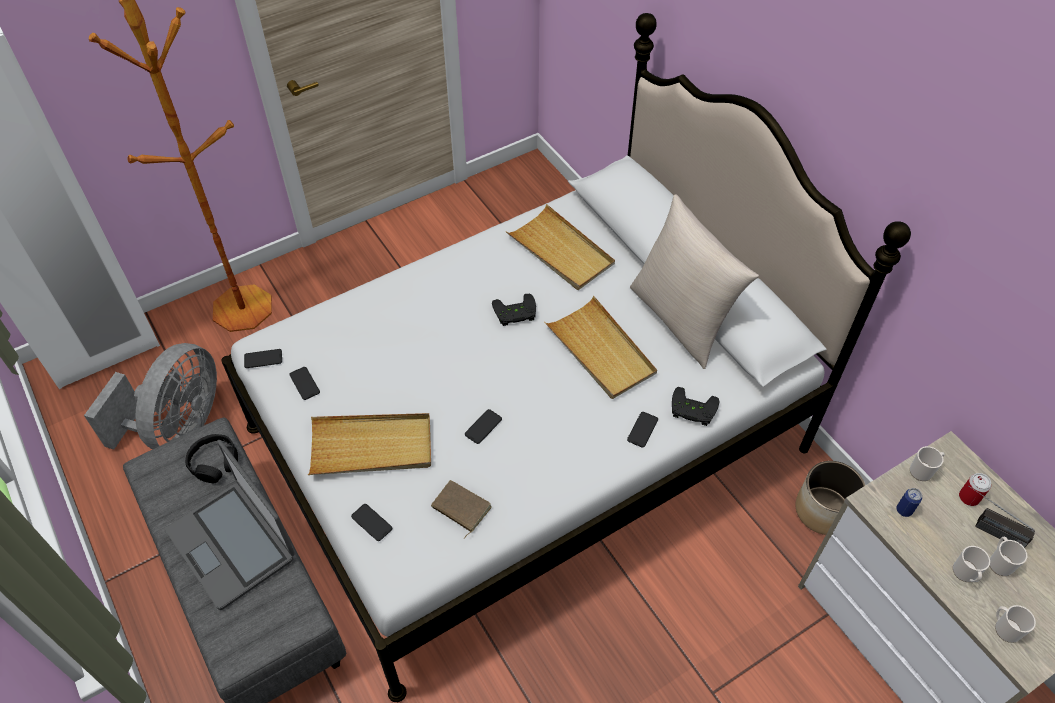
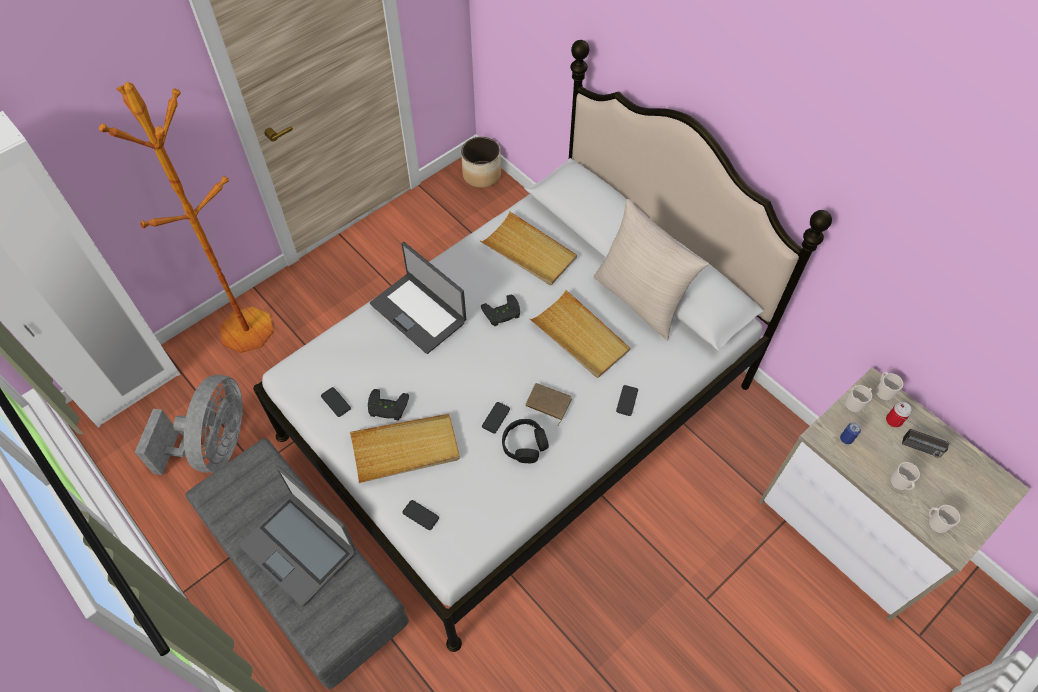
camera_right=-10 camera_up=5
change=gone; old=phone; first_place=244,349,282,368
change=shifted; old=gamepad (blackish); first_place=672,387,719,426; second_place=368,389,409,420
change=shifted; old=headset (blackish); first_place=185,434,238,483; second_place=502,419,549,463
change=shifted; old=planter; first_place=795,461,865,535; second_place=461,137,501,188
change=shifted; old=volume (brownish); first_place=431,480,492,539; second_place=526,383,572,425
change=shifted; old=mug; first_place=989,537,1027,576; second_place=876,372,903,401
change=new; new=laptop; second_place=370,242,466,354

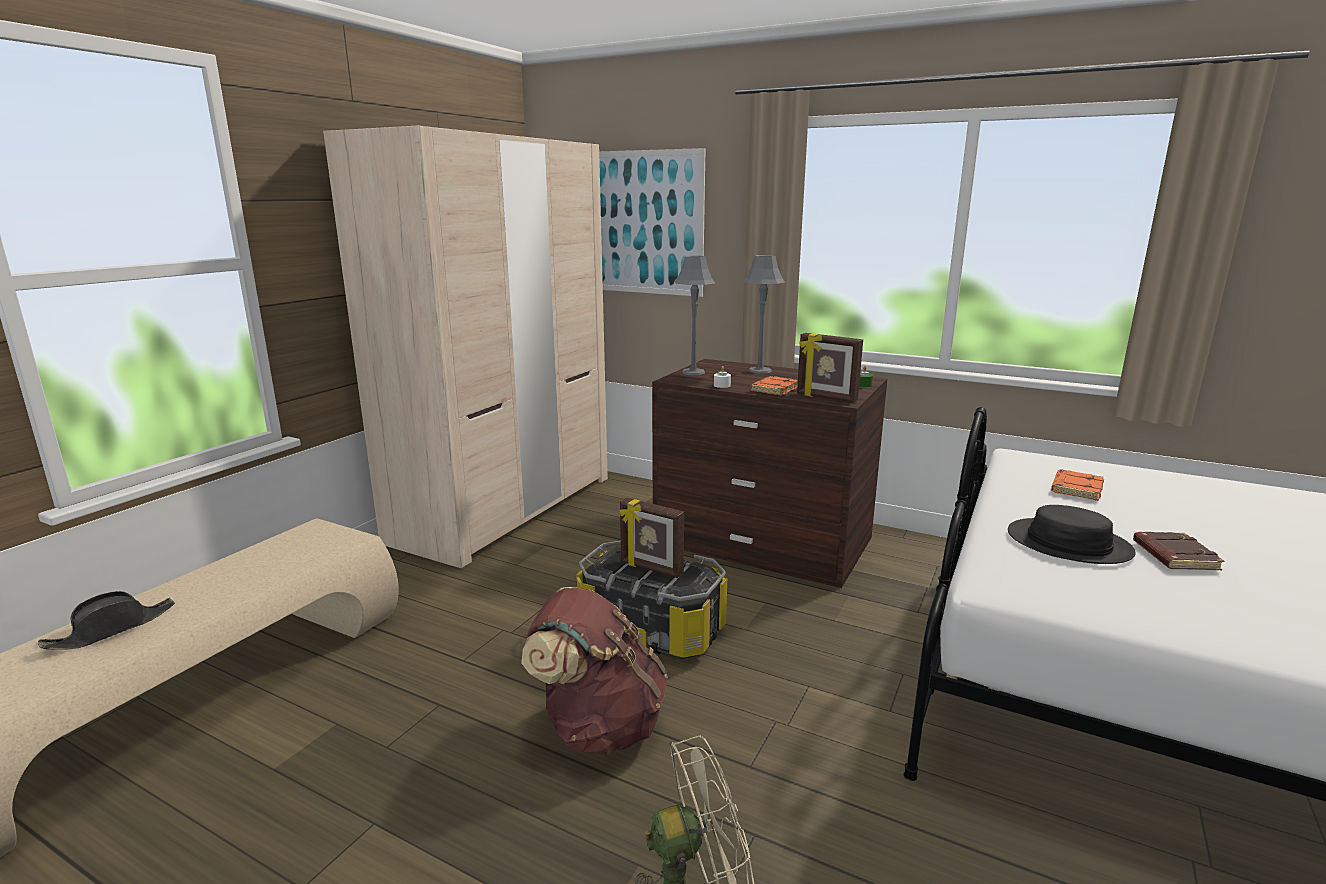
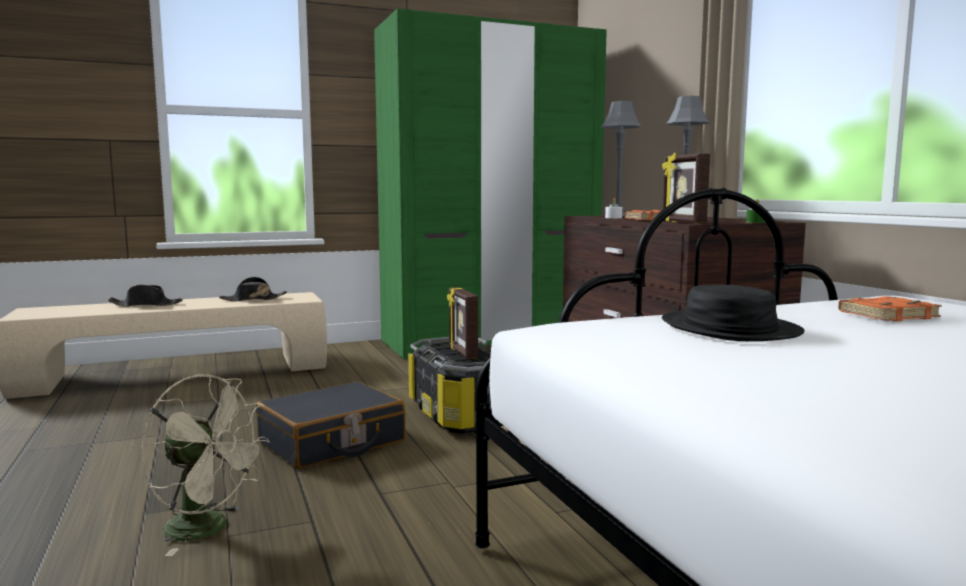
camera_right=40 camera_up=-10
change=repainted; old=clothes cupboard (beige-coloured); new=clothes cupboard (green-coloured); first_place=323,126,608,568; second_place=374,8,607,359
change=gone; old=wall picture; first_place=599,148,706,297
change=gone; old=volume (brownish); first_place=1133,532,1224,570
change=swapped; old=knapsack (brownish); new=travel case (blackish); first_place=521,587,668,755; second_place=256,382,406,469
change=new; new=wearable hat (blackish); second_place=219,277,287,301

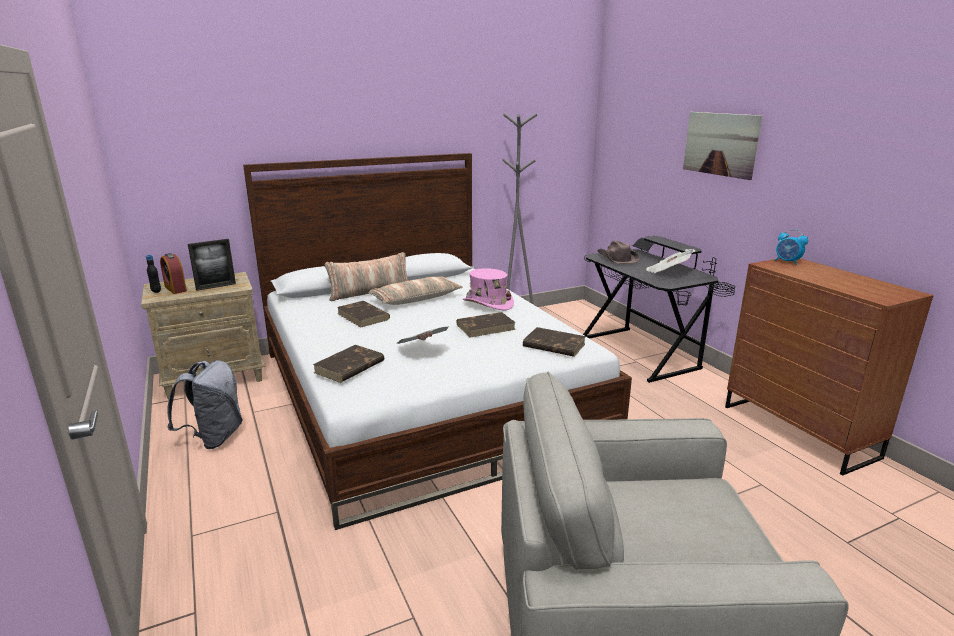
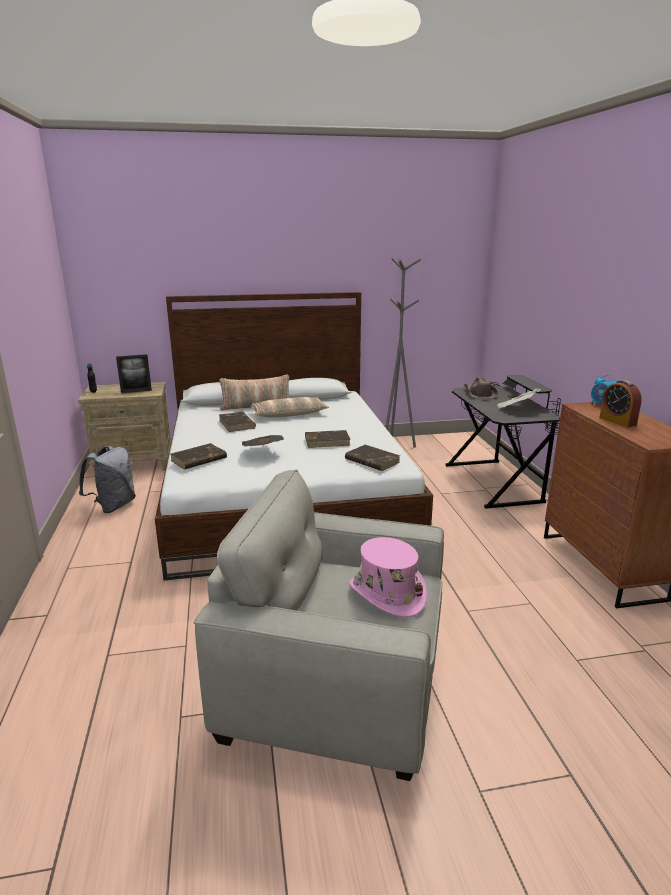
camera_right=15 camera_up=0
change=gone; old=wall picture; first_place=683,112,762,180
change=shifted; old=alarm clock; first_place=160,253,187,294; second_place=600,380,642,427
change=shifted; old=wearable hat (pink-coloured); first_place=463,268,514,310; second_place=349,537,427,617

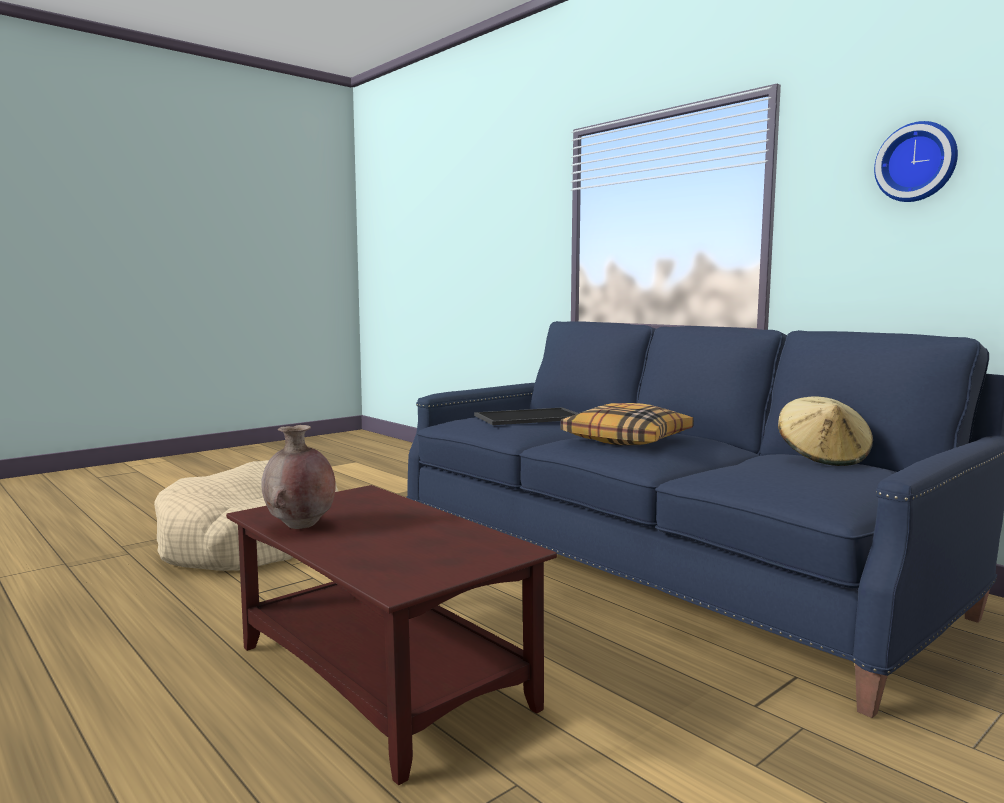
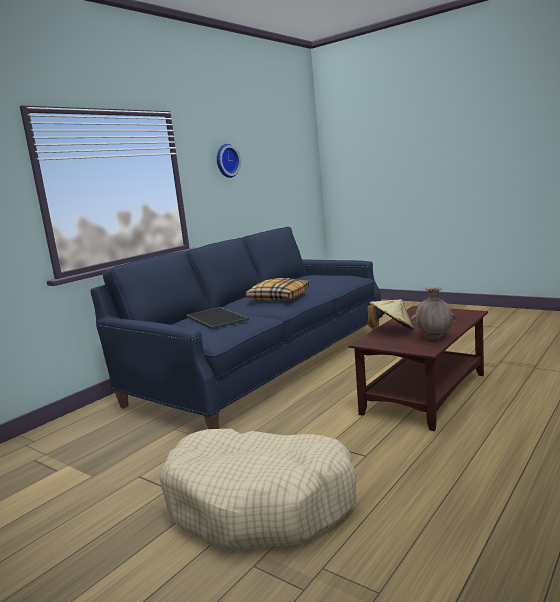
camera_right=-100 camera_up=5
change=shifted; old=wearable hat (beige-coloured); first_place=778,396,873,466; second_place=367,299,414,330

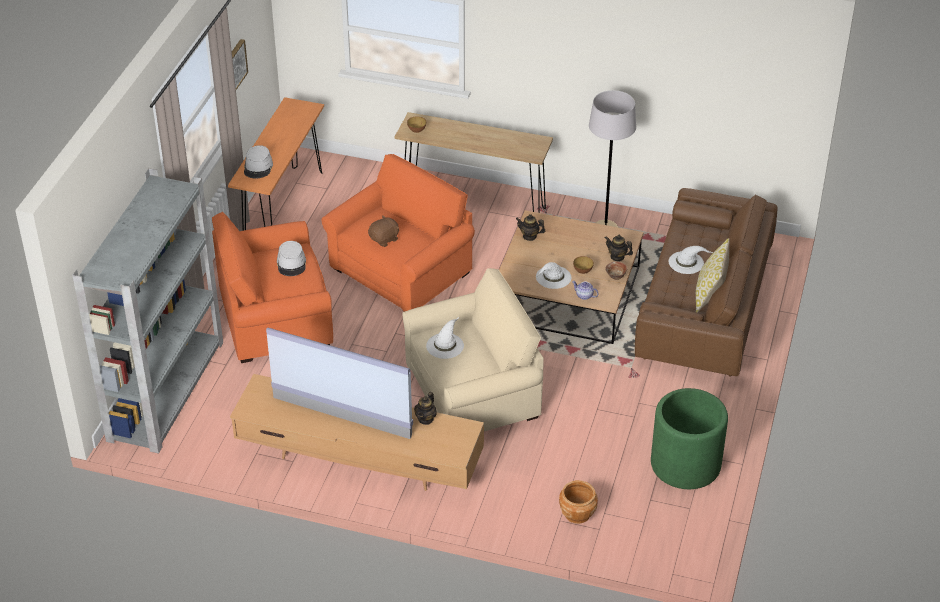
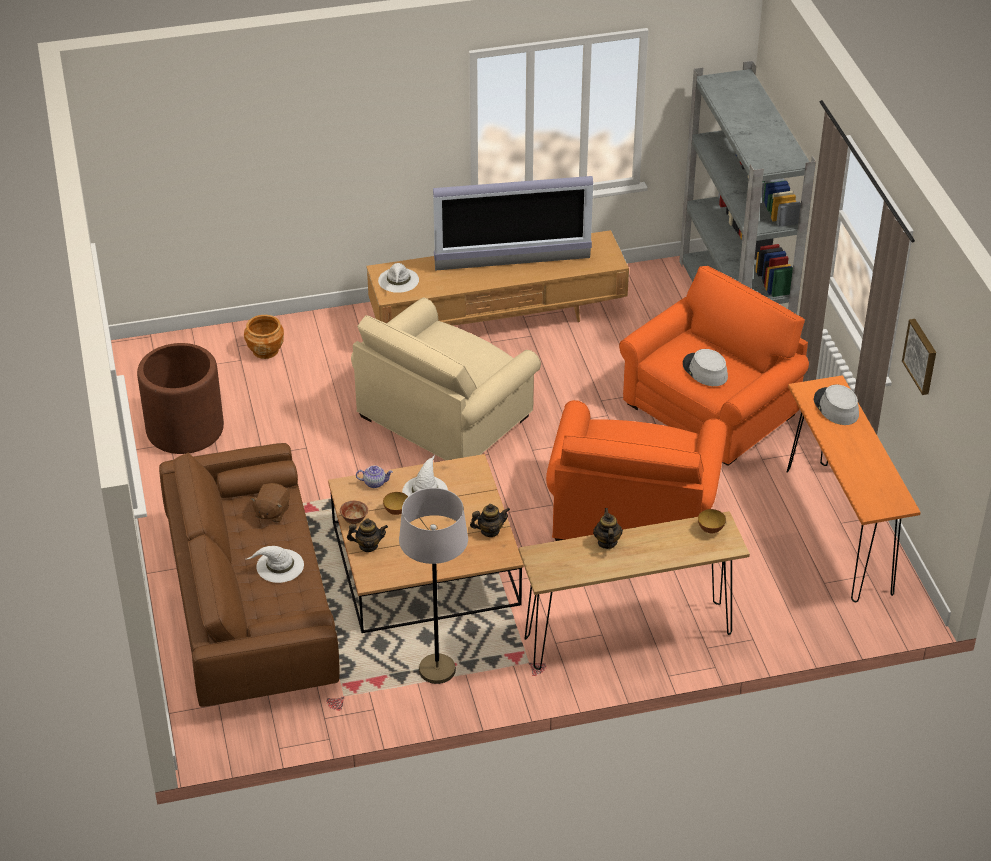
camera_right=150 camera_up=0
change=shifted; old=cuddly toy (brownish); first_place=368,215,399,247; second_place=251,483,290,523
change=gone; old=pillow; first_place=696,238,730,313
change=shifted; old=wearable hat (white-coloured); first_place=426,317,464,359; second_place=378,263,419,293
change=repainted; old=planter (green-coloured); new=planter (brownish); first_place=651,388,728,489; second_place=137,343,224,454
change=shifted; old=teapot; first_place=414,392,437,425; second_place=593,508,623,549

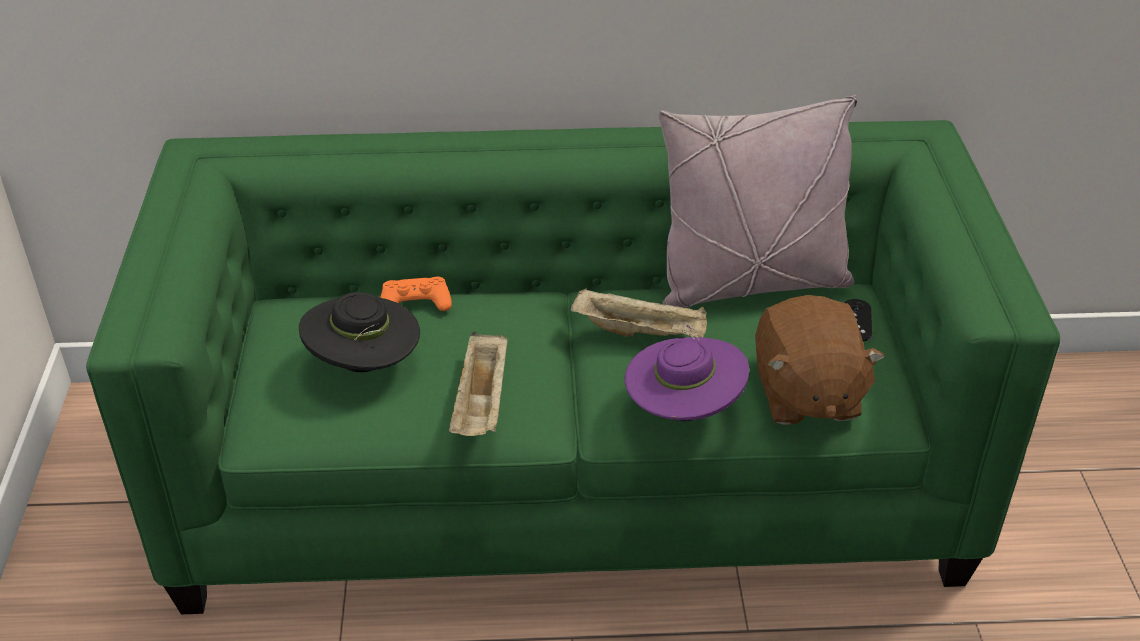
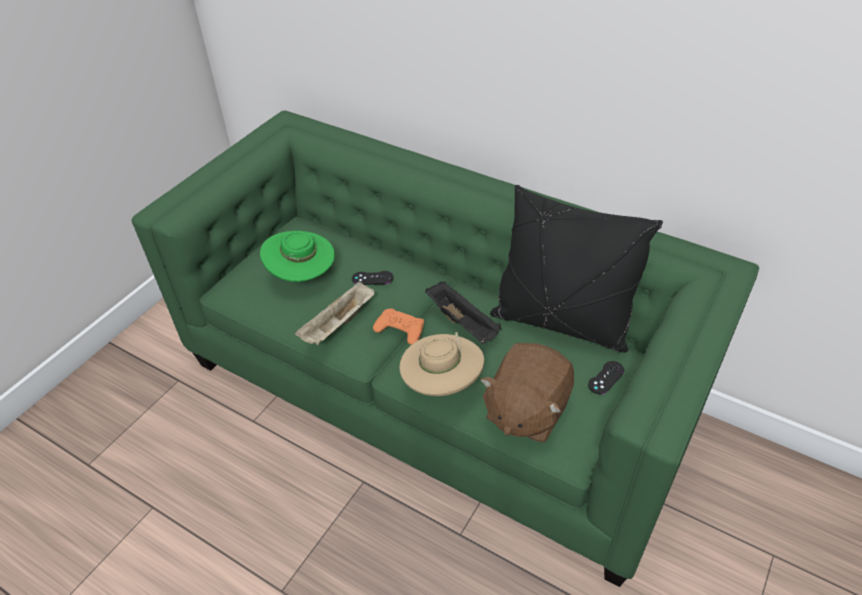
camera_right=35 camera_up=5
change=repainted; old=pillow (purple); new=pillow (blackish); first_place=659,95,857,307; second_place=490,185,663,353
change=shifted; old=gamepad (orange-coloured); first_place=380,277,452,311; second_place=373,308,424,345
change=repainted; old=tray (beige-coloured); new=tray (blackish); first_place=571,288,707,338; second_place=425,282,501,344
change=repainted; old=wearable hat (blackish); new=wearable hat (green-coloured); first_place=299,292,420,373; second_place=260,231,335,282
change=repainted; old=wearable hat (purple); new=wearable hat (beige-coloured); first_place=625,325,749,421; second_place=399,332,484,396
change=new; new=gamepad (blackish); second_place=352,271,394,285

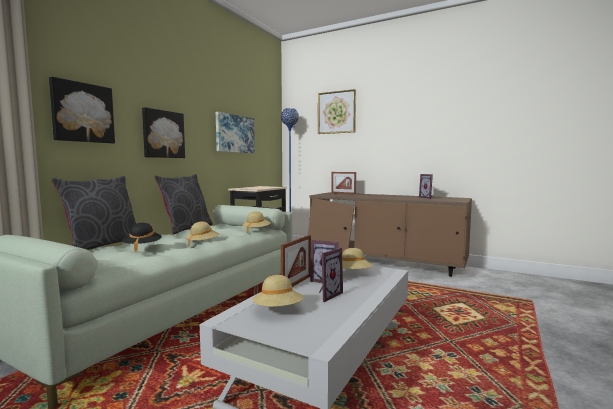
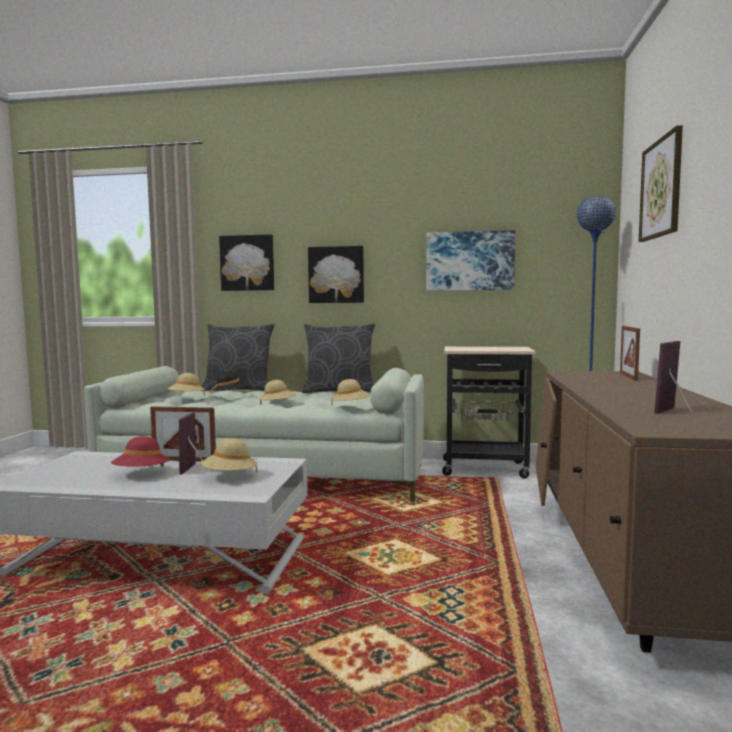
camera_right=70 camera_up=0
change=swapped; old=photo frame; new=wearable hat (red); first_place=319,247,343,302; second_place=111,436,170,467
change=shifted; old=wearable hat (beige-coloured); first_place=252,275,303,307; second_place=167,373,206,396

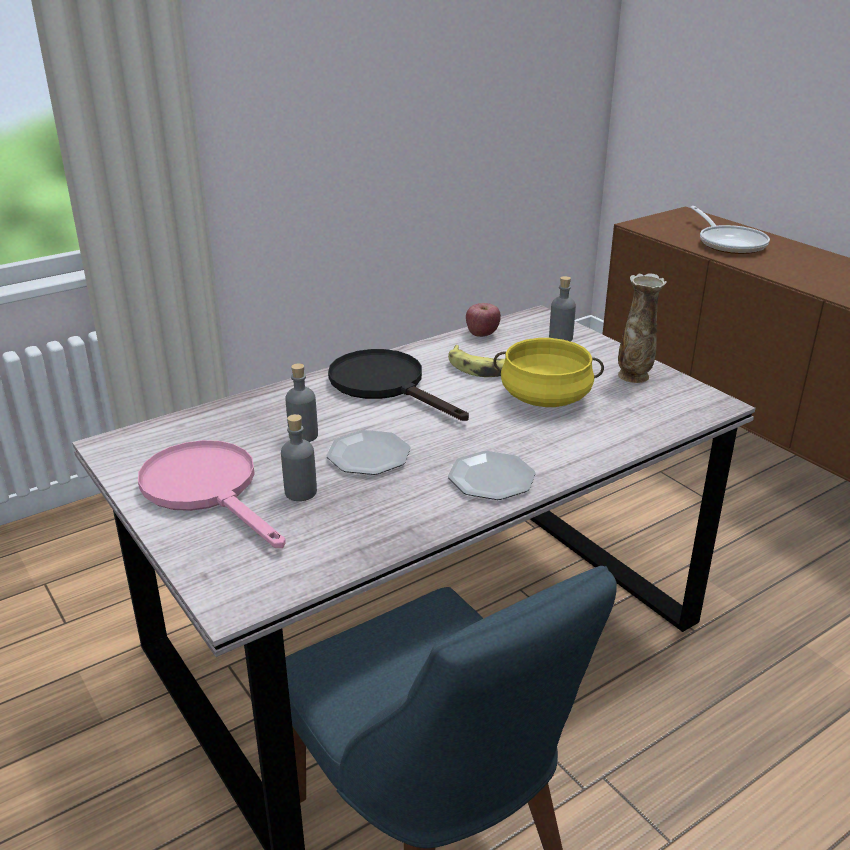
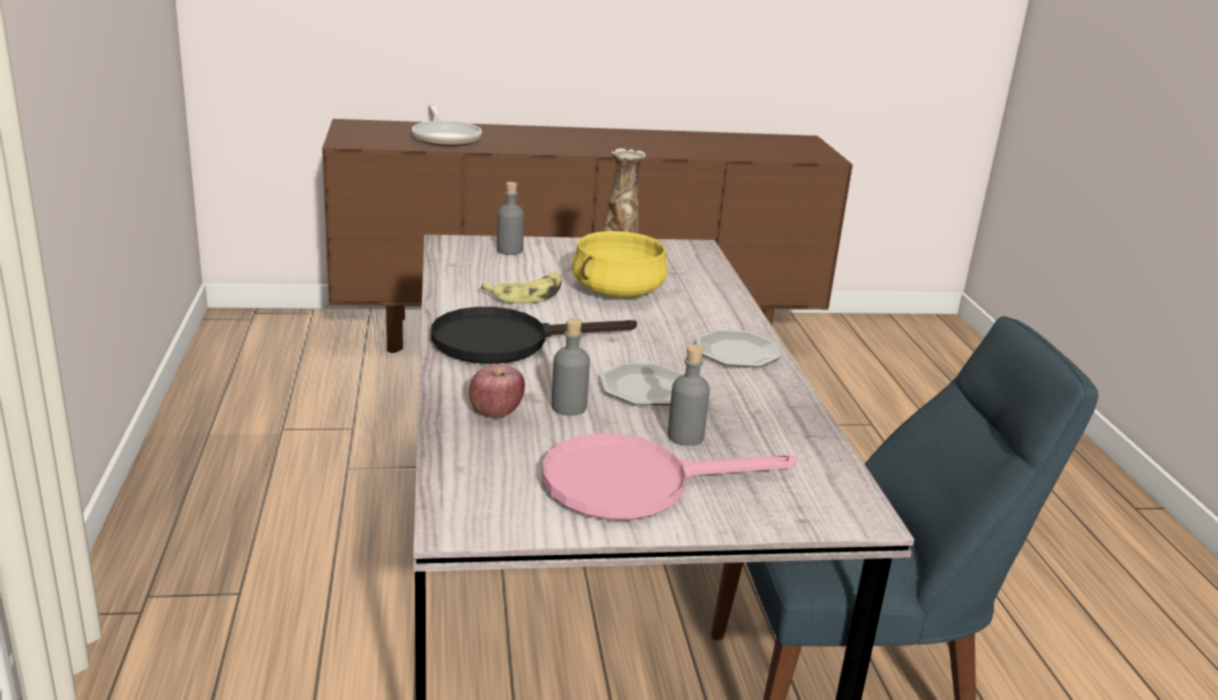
camera_right=-65 camera_up=-5
change=rotated; old=frying pan; first_place=690,206,770,254; second_place=412,103,482,146; degrees=60
change=shifted; old=apple; first_place=466,303,501,337; second_place=469,364,525,418

